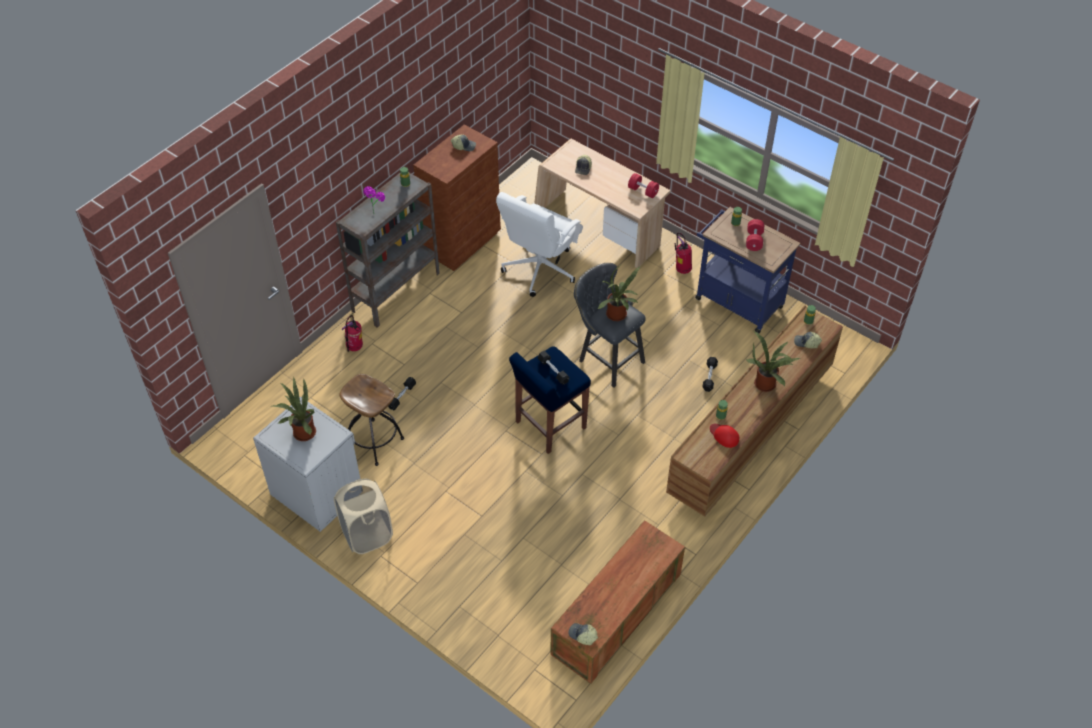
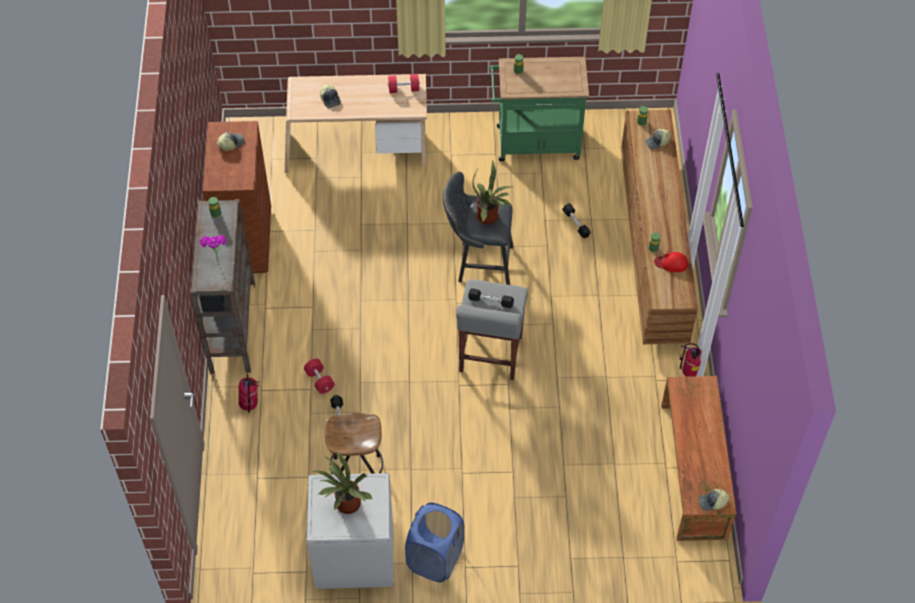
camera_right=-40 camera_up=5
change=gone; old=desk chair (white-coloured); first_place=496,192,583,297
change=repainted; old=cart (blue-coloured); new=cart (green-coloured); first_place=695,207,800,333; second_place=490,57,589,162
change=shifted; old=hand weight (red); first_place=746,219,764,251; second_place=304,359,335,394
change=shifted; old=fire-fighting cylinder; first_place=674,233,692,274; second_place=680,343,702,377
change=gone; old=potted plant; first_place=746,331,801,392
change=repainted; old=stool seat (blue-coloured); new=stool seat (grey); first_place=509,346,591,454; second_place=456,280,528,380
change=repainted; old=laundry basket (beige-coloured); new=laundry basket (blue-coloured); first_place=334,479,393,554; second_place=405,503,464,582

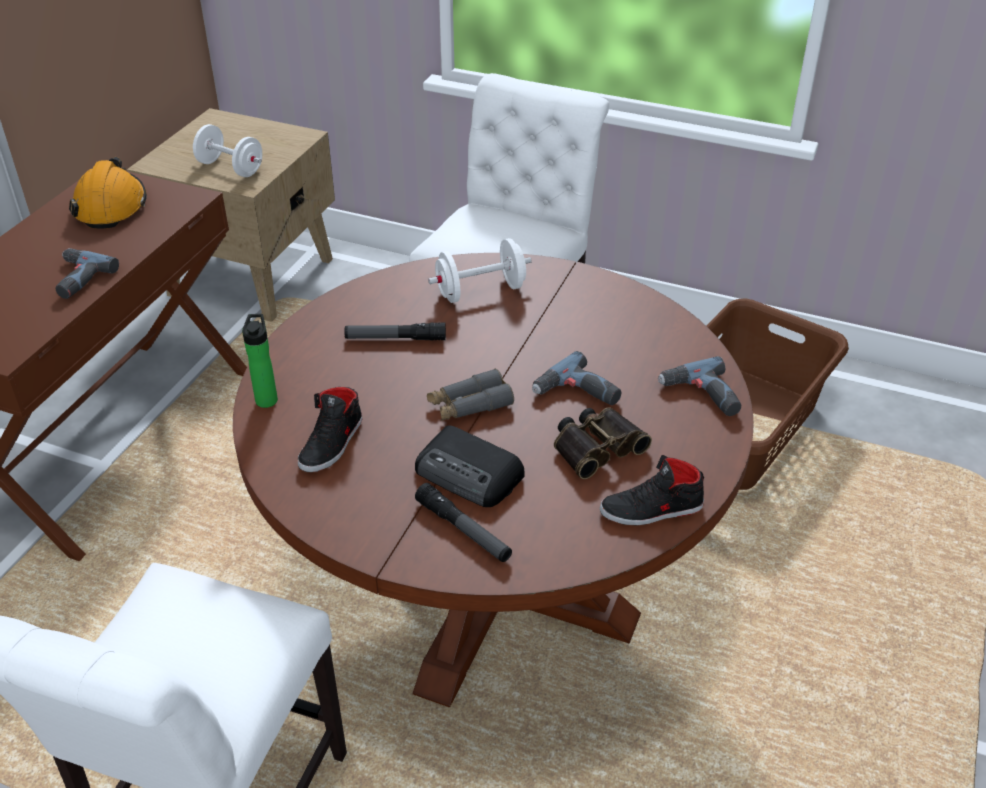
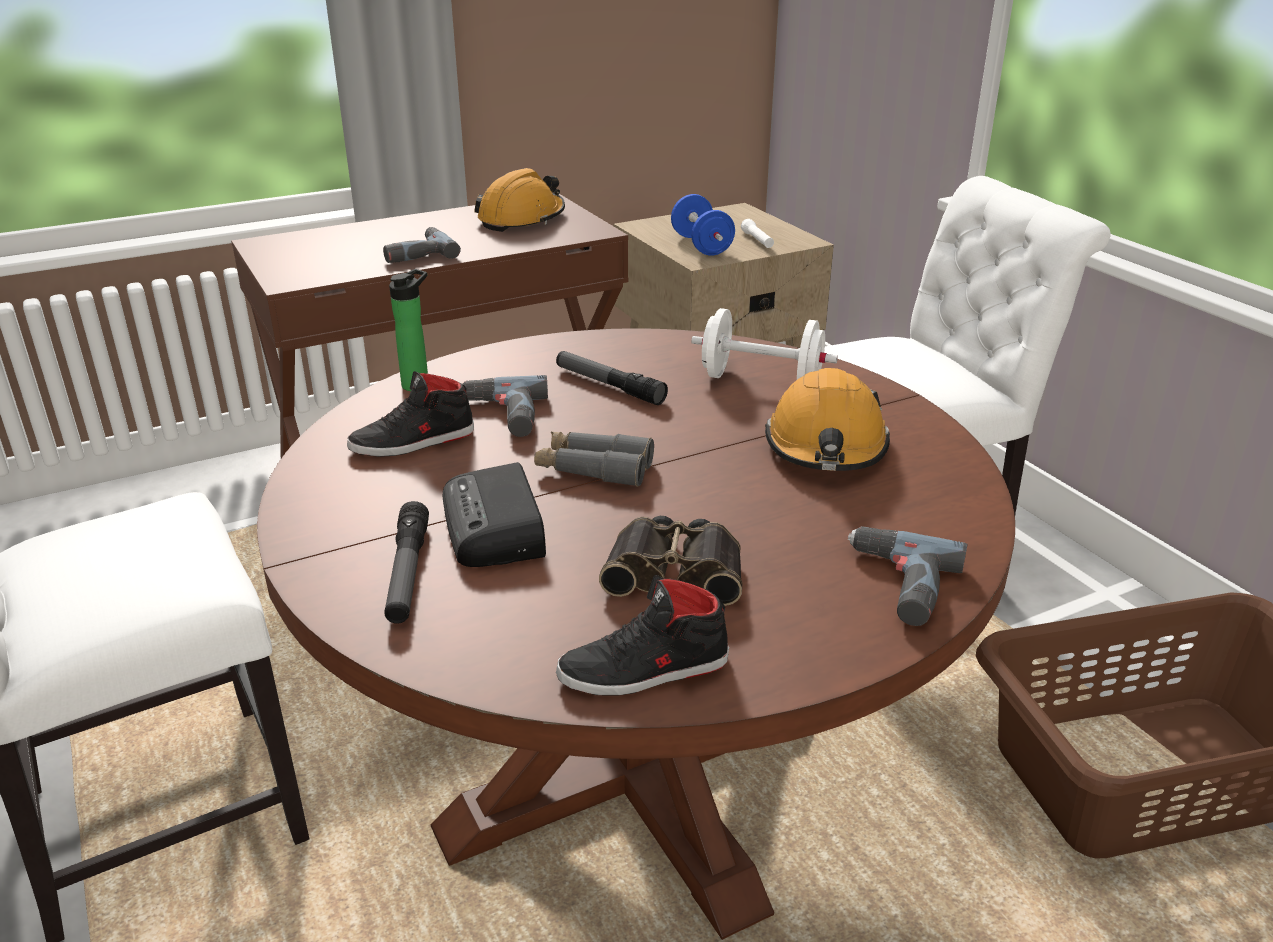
camera_right=40 camera_up=-10
change=repainted; old=hand weight (white-coloured); new=hand weight (blue-coloured); first_place=193,124,262,177; second_place=671,194,735,256
change=shifted; old=power drill; first_place=532,351,621,405; second_place=462,375,548,437
change=rotated; old=item of footwear (blackish); first_place=600,455,704,525; second_place=556,575,729,696; degrees=-45
change=new; new=hand torch (white-coloured); second_place=741,219,774,248
change=new; new=hard hat (orange-coloured); second_place=765,368,890,471

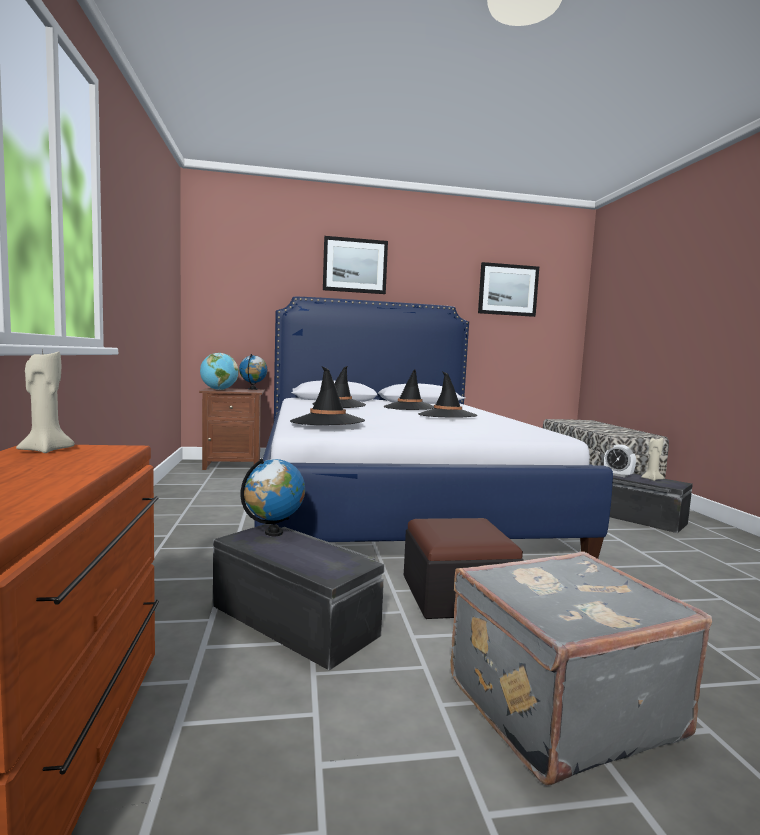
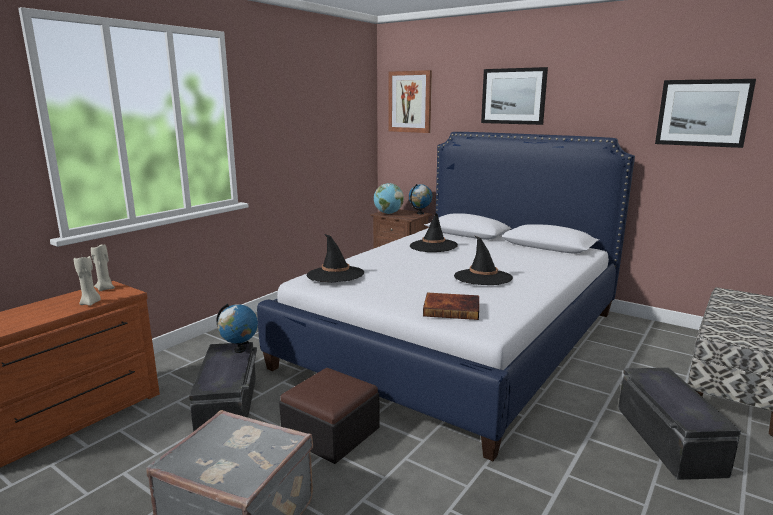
camera_right=45 camera_up=10
change=gone; old=wearable hat (blackish); first_place=384,369,434,410
change=shifted; old=candle (beige-coloured); first_place=641,438,664,481; second_place=74,256,101,306
change=gone; old=alarm clock; first_place=604,444,636,478
change=new; new=wall picture; second_place=389,70,432,133
change=new; new=volume; second_place=423,293,479,320

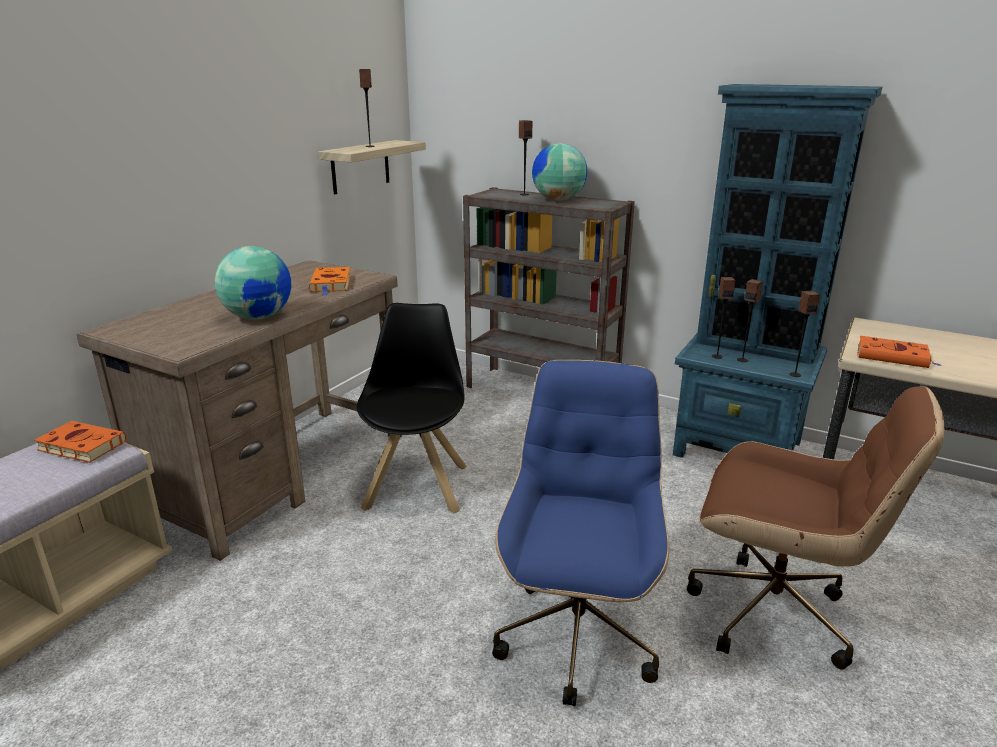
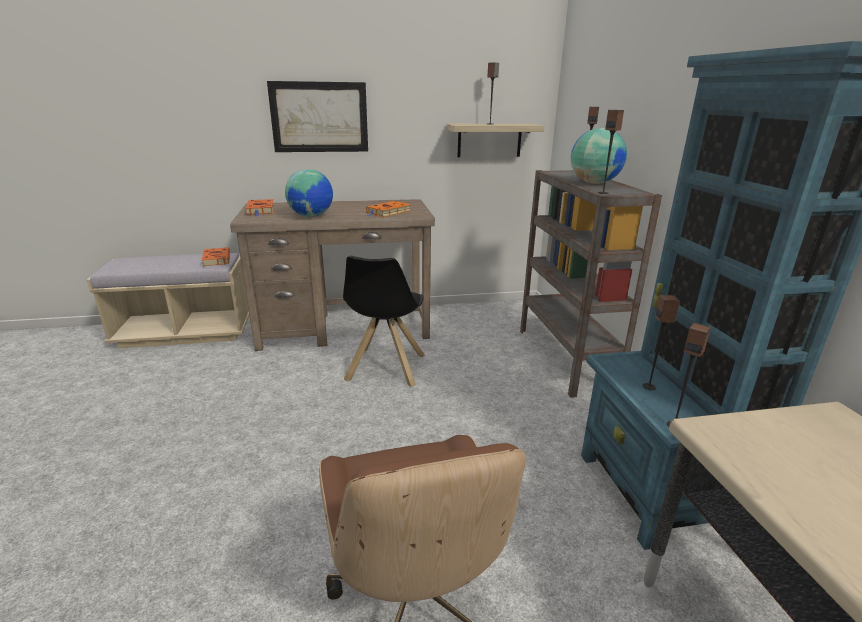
camera_right=50 camera_up=0
change=shifted; old=speaker; first_place=712,277,736,359; second_place=598,110,624,194
change=rotated; old=chair (blackish); first_place=357,303,467,513; second_place=343,256,425,387; degrees=135
change=shifted; old=volume (orange-coloured); first_place=857,336,941,368; second_place=245,199,274,217
change=gone; old=desk chair (blue-coloured); first_place=492,360,669,706
change=new; new=wall picture; second_place=267,81,368,152

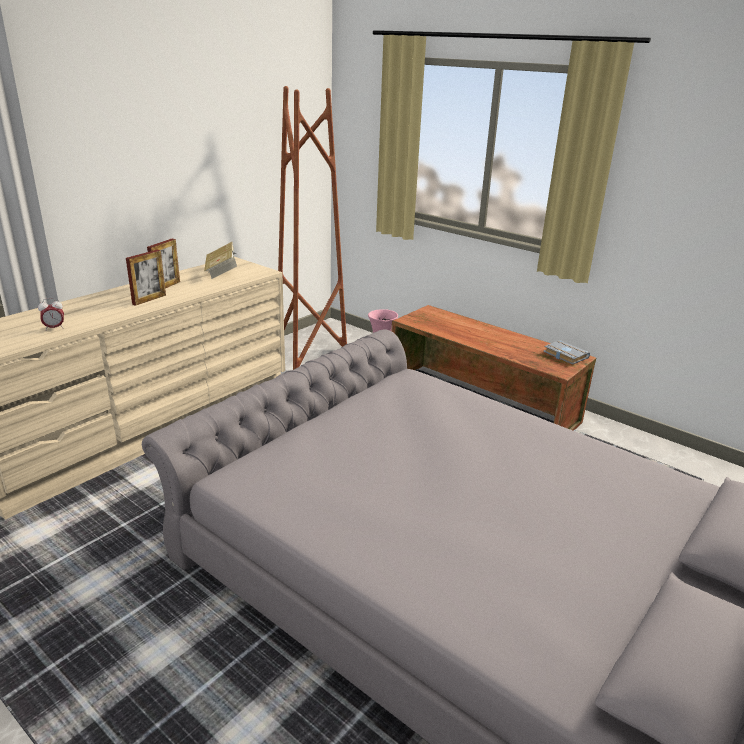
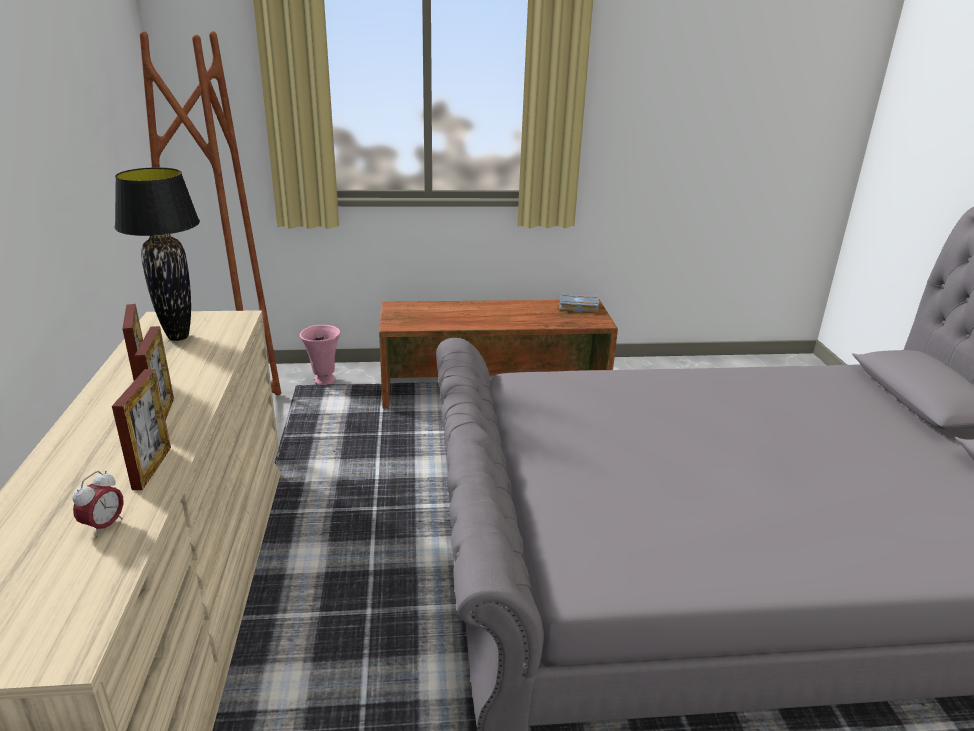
camera_right=-45 camera_up=0
change=swapped; old=volume; new=table lamp (blackish); first_place=204,242,237,279; second_place=115,167,200,341
change=new; new=photo frame; second_place=112,369,171,490

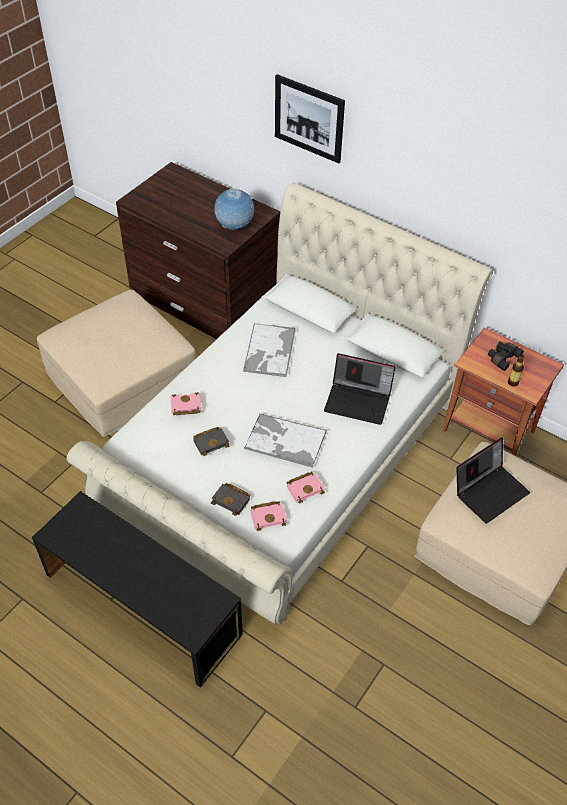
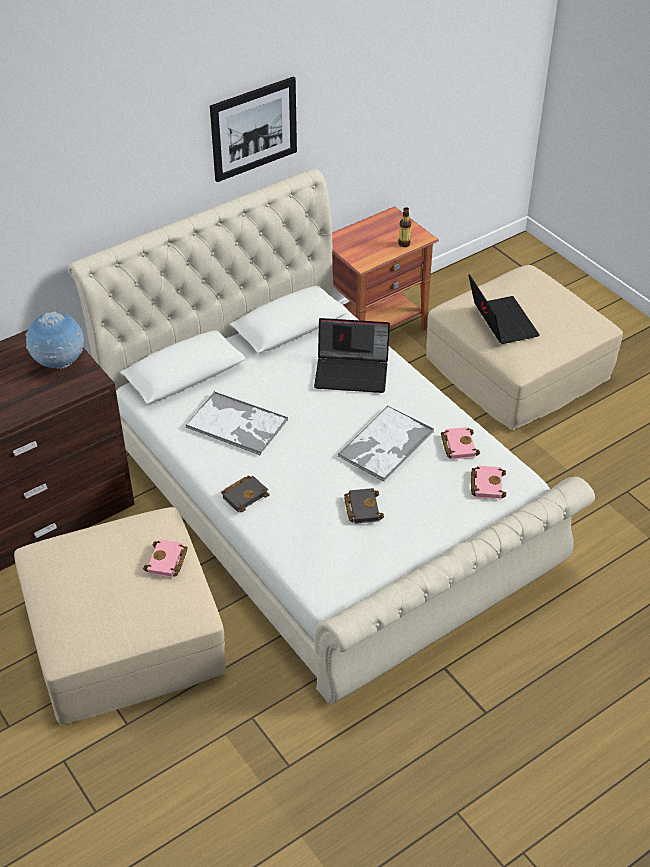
camera_right=-70 camera_up=-5
change=shifted; old=wall picture; first_place=275,74,345,163; second_place=210,76,297,182
change=gone; old=pair of binoculars (blackish); first_place=488,342,524,371
change=rotated; old=laptop; first_place=324,353,396,425; second_place=314,318,390,393; degrees=60
change=shifted; old=volume (pink-coloured); first_place=170,392,201,415; second_place=143,539,188,578
change=shifted; old=volume (blackish); first_place=211,483,250,516; second_place=221,475,269,512
change=gone; old=indoor bench (blackish); first_place=32,491,243,688

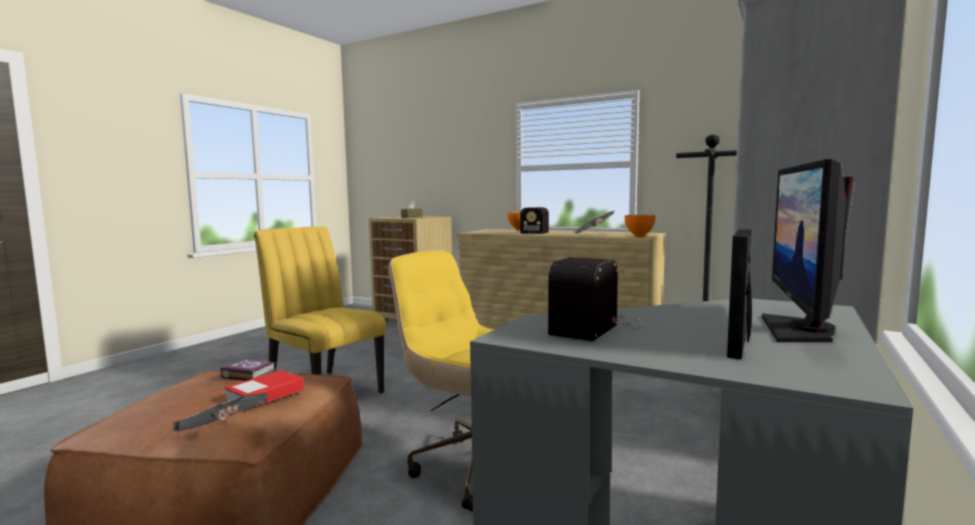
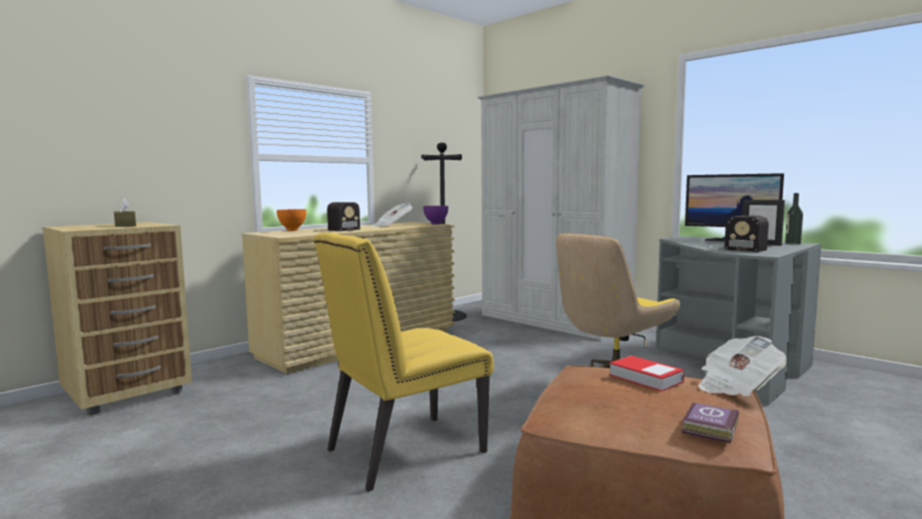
camera_right=-75 camera_up=0
change=repainted; old=serving bowl (orange-coloured); new=serving bowl (purple); first_place=625,215,655,237; second_place=423,206,448,225
change=shifted; old=volume; first_place=220,359,276,381; second_place=682,403,739,443
change=new; new=beverage bottle; second_place=785,193,803,245

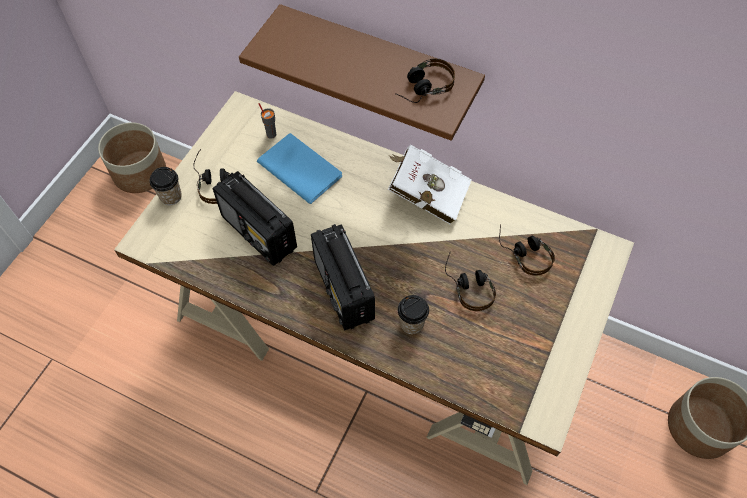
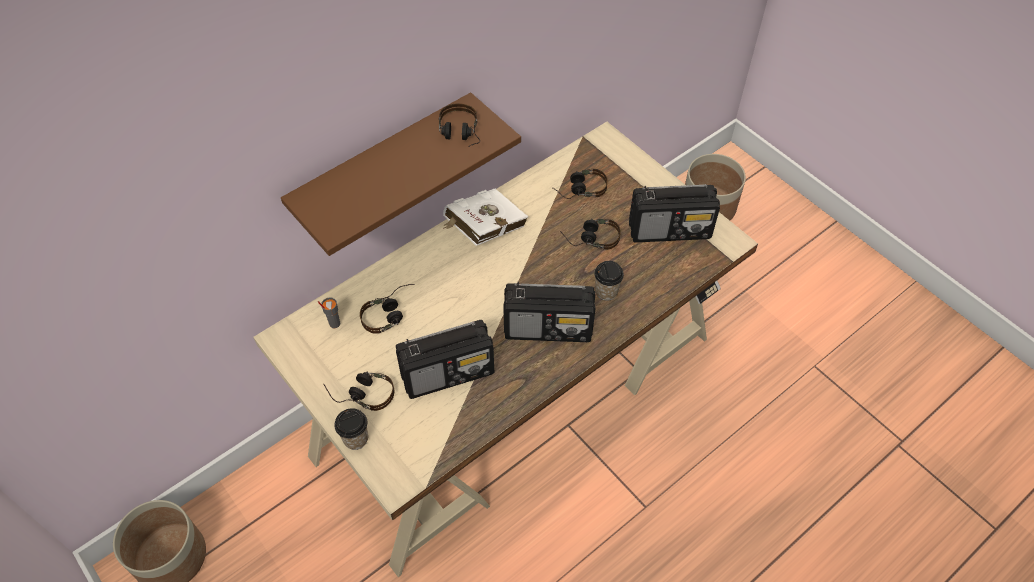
camera_right=-65 camera_up=-5
change=swapped; old=volume (blue-coloured); new=headset; first_place=257,133,342,204; second_place=360,284,415,334
change=new; new=radio receiver; second_place=629,184,720,243

